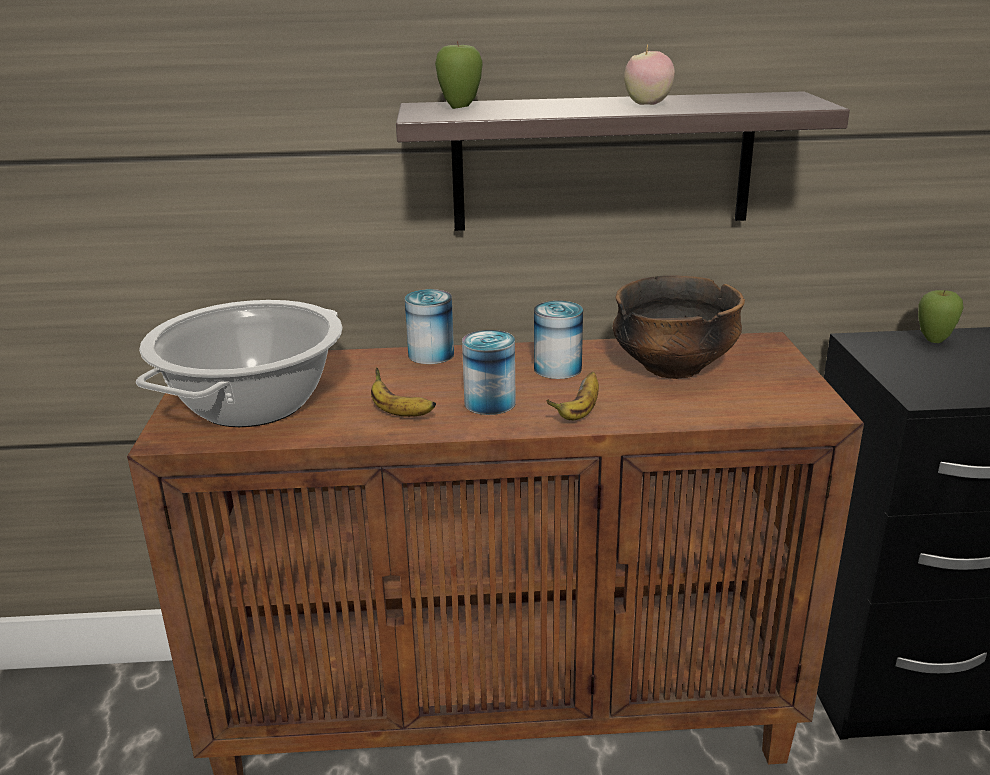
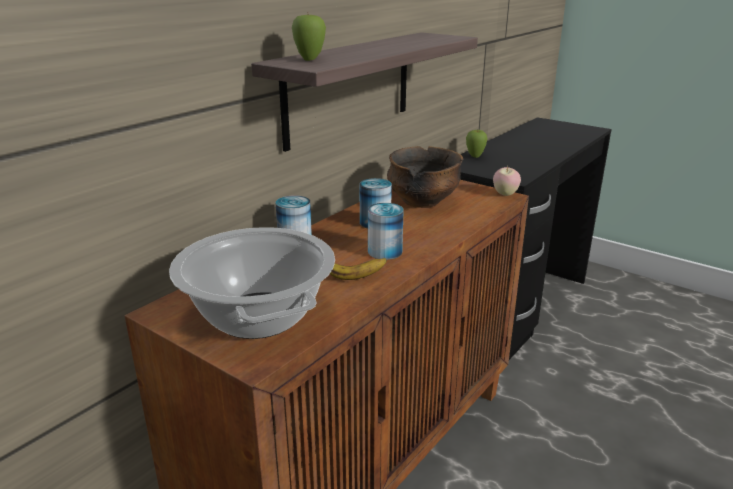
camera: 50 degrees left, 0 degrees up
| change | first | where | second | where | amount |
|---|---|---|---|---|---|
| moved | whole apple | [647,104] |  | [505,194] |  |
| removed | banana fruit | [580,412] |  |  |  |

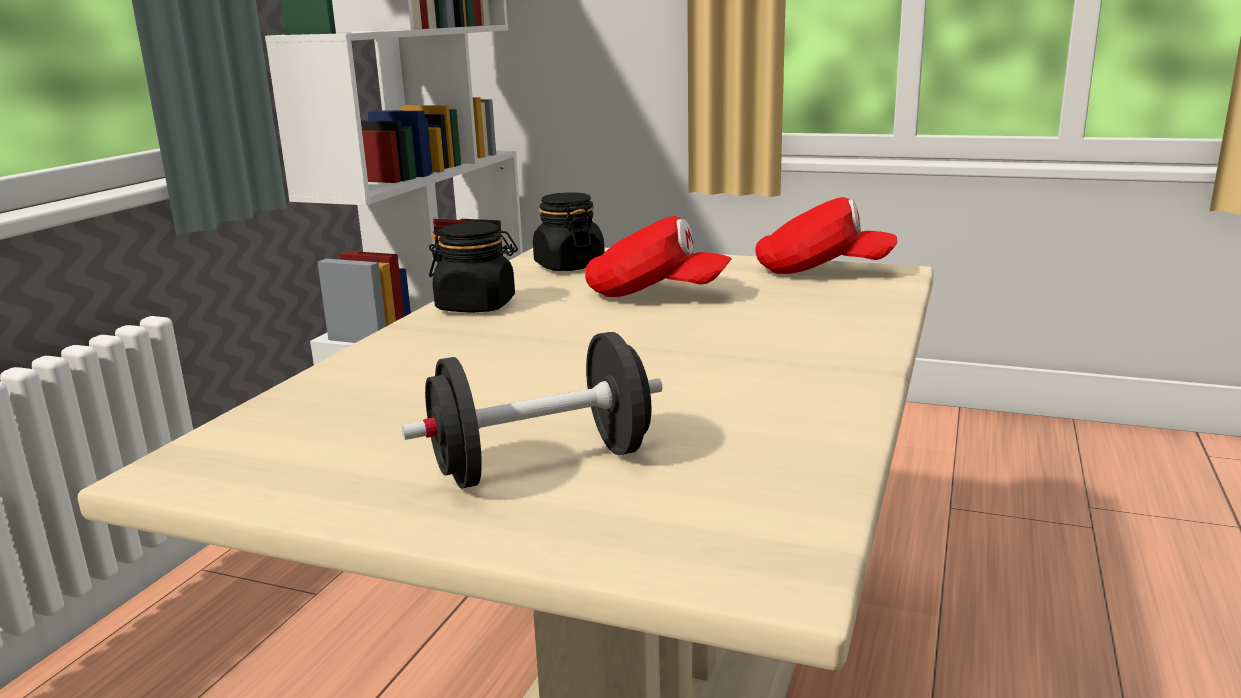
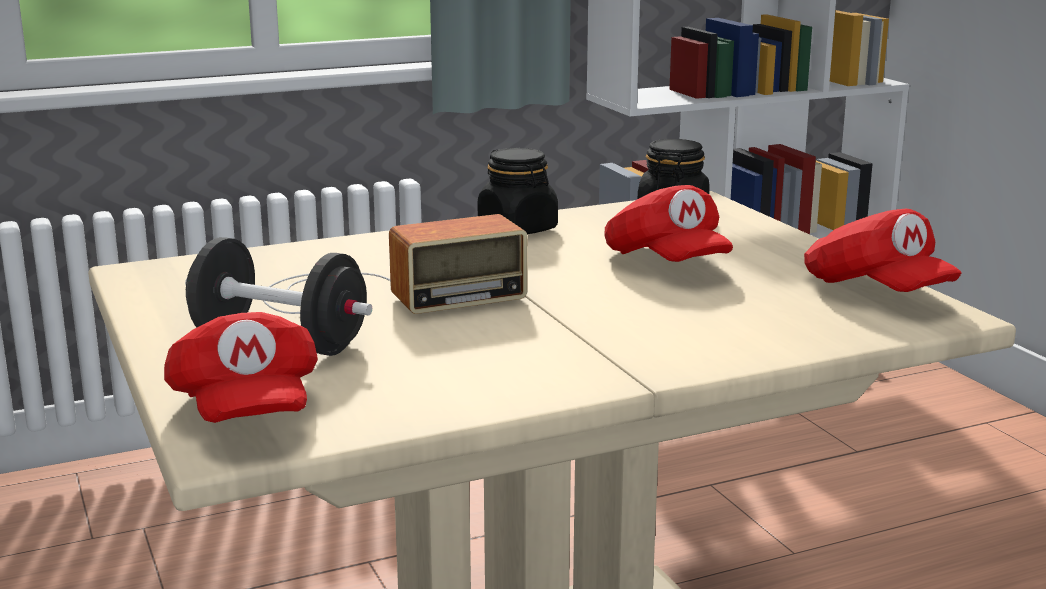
camera: 45 degrees right, 0 degrees up
| change | first | where | second | where | amount |
|---|---|---|---|---|---|
| added |  |  | radio receiver | [383,294] |  |
| added |  |  | red cap | [246,411] |  |

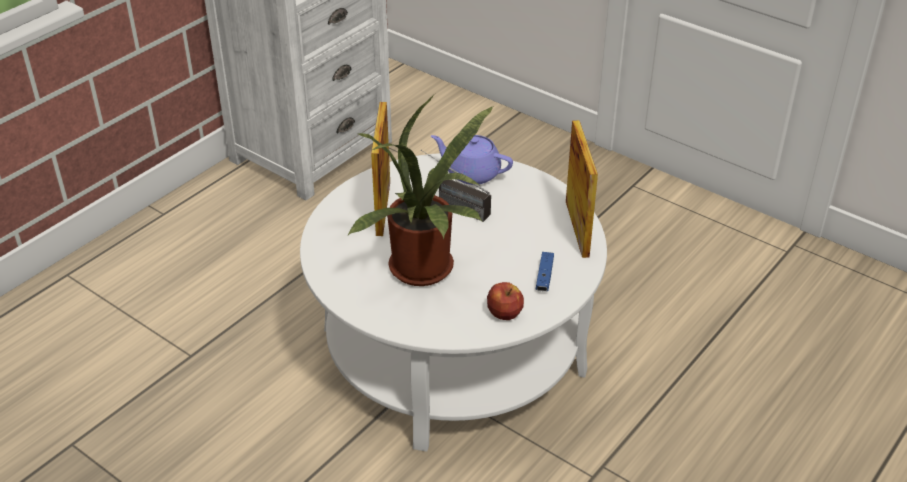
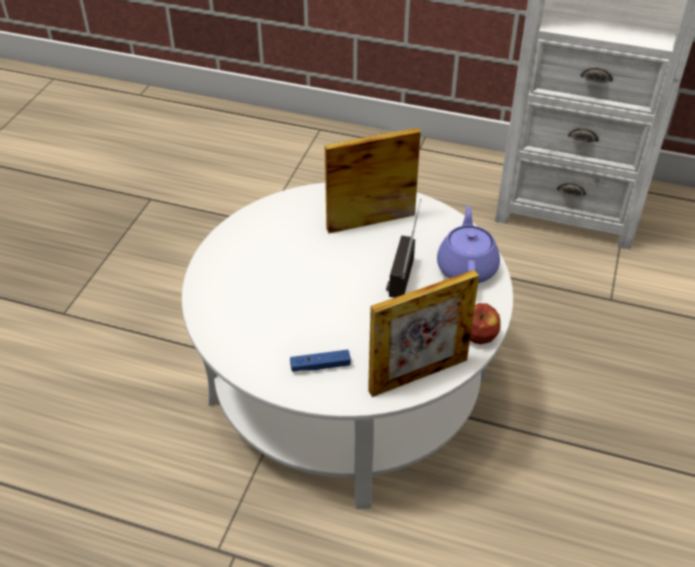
camera: 70 degrees right, 5 degrees up
| change | first | where | second | where | amount |
|---|---|---|---|---|---|
| removed | potted plant | [425,272] |  |  |  |
| moved | whole apple | [504,313] |  | [479,335] |  |

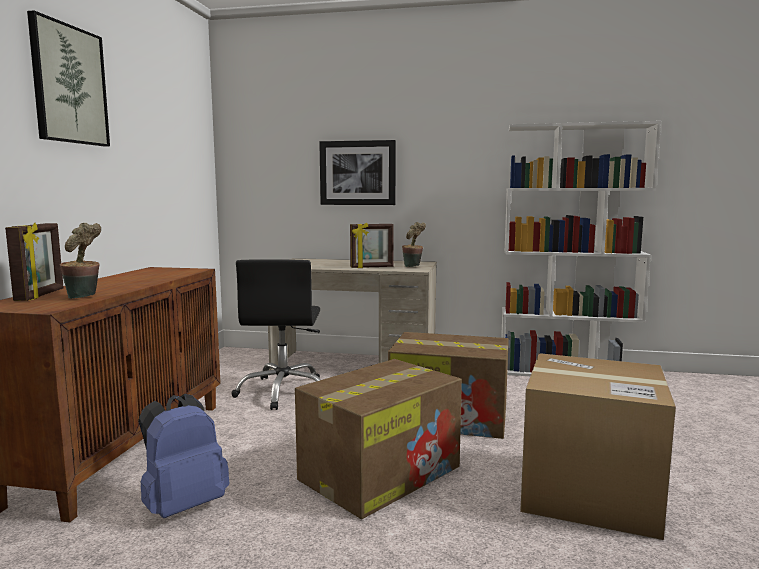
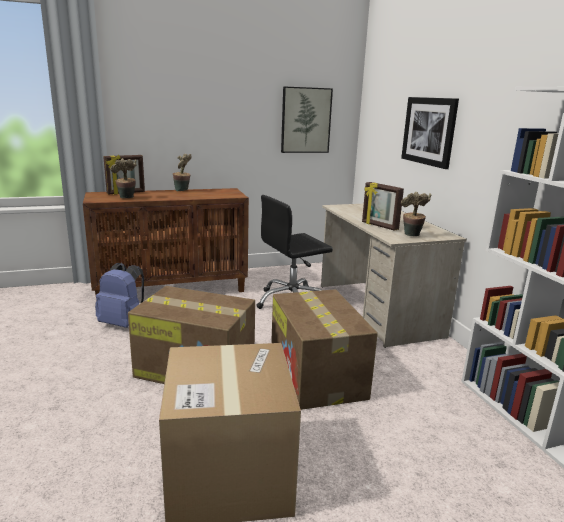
camera: 60 degrees right, 10 degrees up
| change | first | where | second | where | amount |
|---|---|---|---|---|---|
| moved | wall art | [69,85] |  | [305,120] |  |
| added |  |  | potted plant | [183,190] |  |

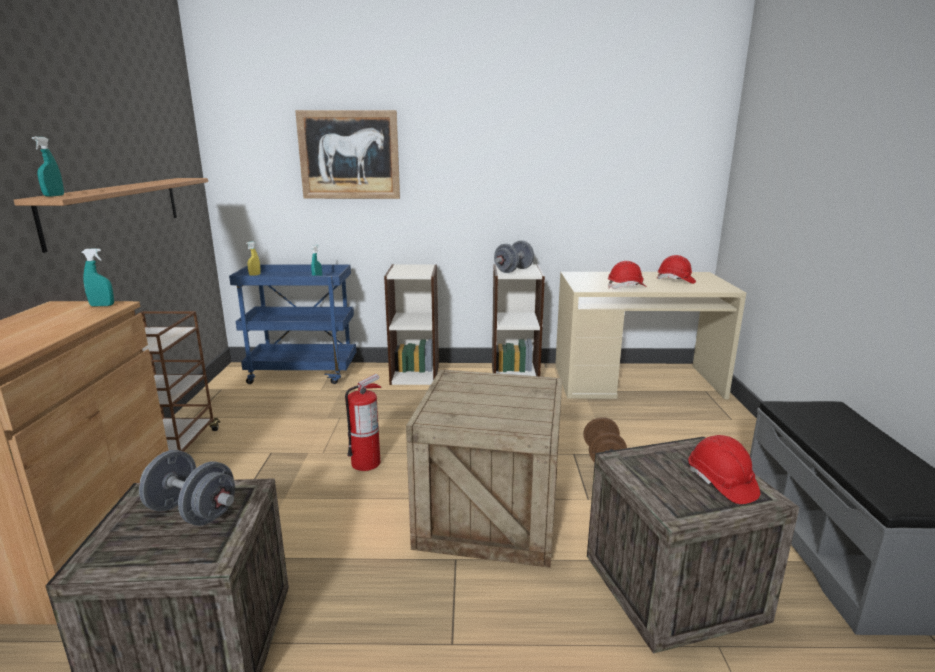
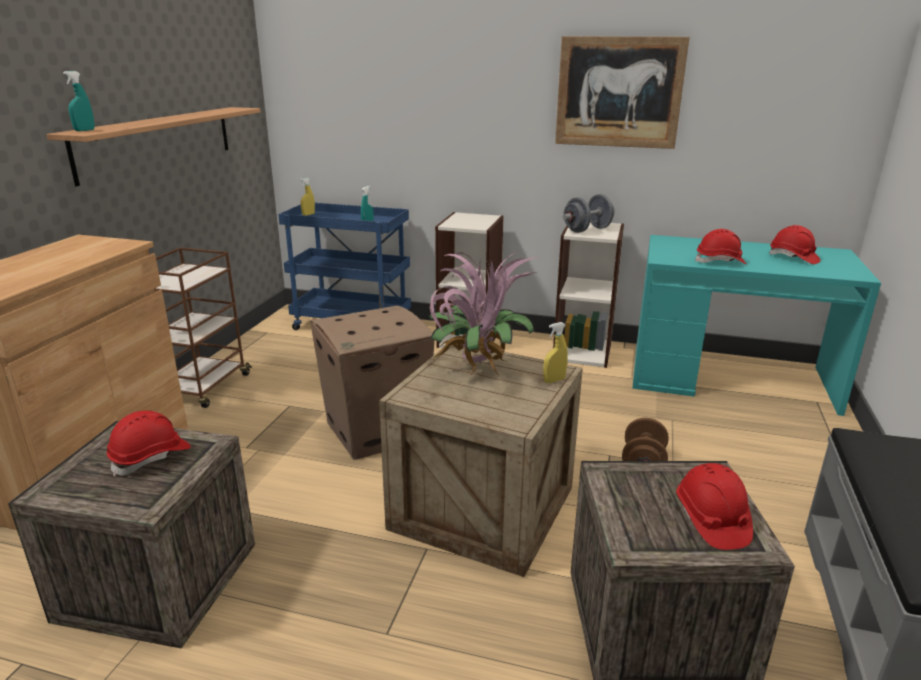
camera: 15 degrees right, 5 degrees up
| change | first | where | second | where | amount |
|---|---|---|---|---|---|
| moved | wall art | [349,155] |  | [618,92] |  |
| removed | blue-green spray bottle | [102,305] |  |  |  |
| recoloured | beige desk unit | [636,381] | blue-green desk unit | [729,377] |  |
| replaced | fire extinguisher | [366,463] | cardboard box | [377,431] |  |
| replaced | greyish free weight | [192,512] | red hard hat | [151,457] |  |
| added |  |  | potted plant | [476,371] |  |
| added |  |  | yellowish spray bottle | [554,380] |  |

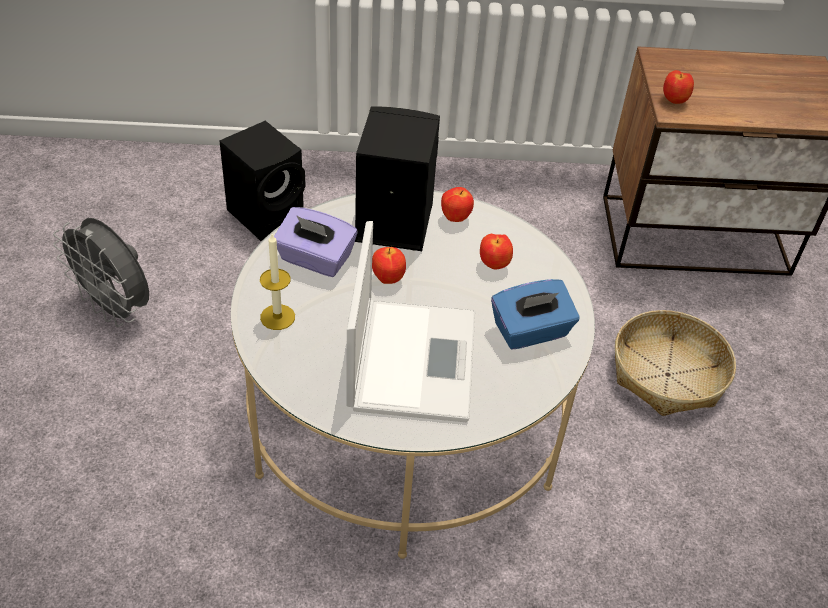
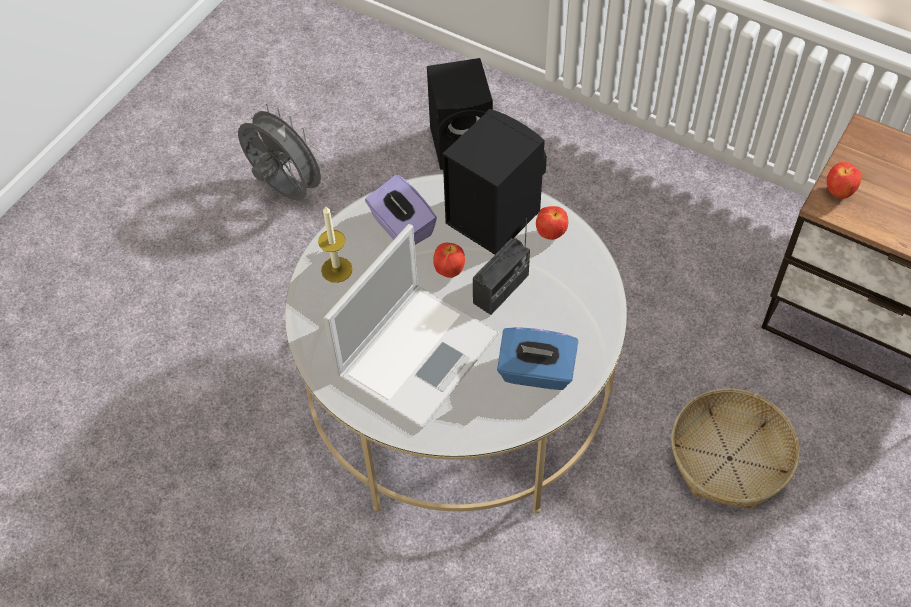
camera: 35 degrees right, 10 degrees up
| change | first | where | second | where | amount |
|---|---|---|---|---|---|
| turned | greyish electric fan | [116,309] |  | [285,190] | 150 degrees clockwise |
| removed | whole apple | [494,265] |  |  |  |
| added |  |  | radio receiver | [501,289] |  |

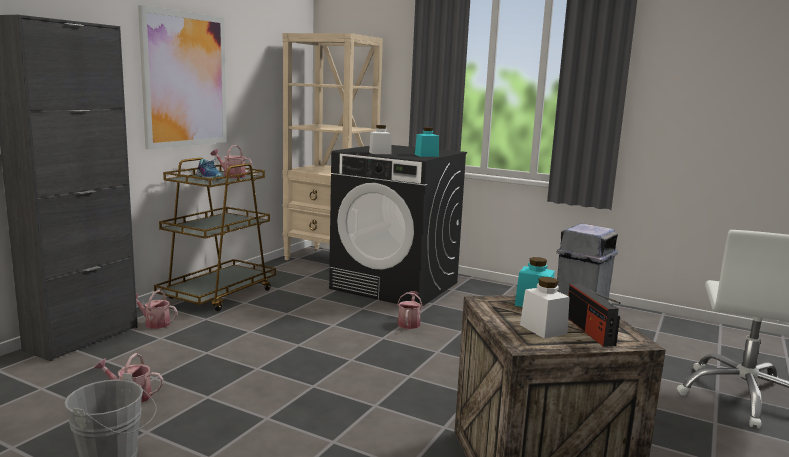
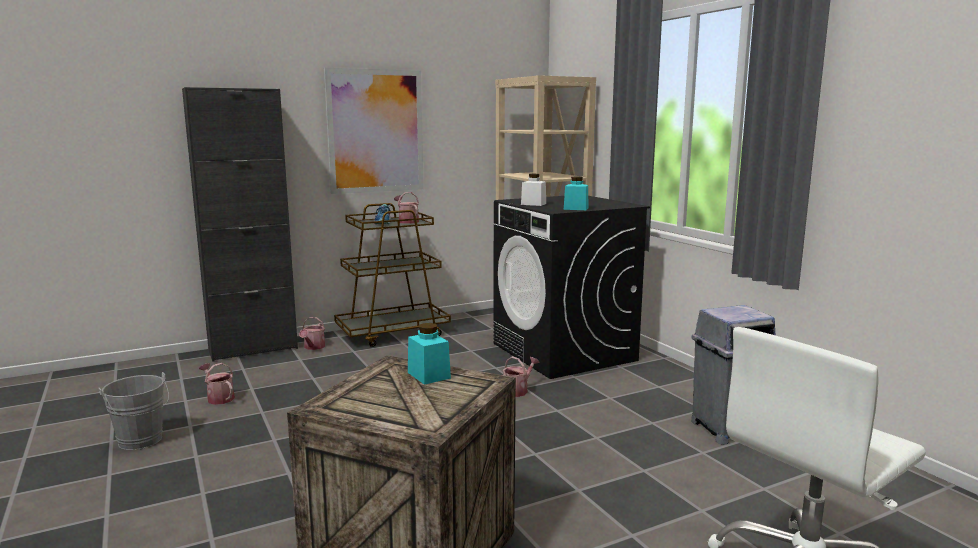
camera: 35 degrees right, 0 degrees up
| change | first | where | second | where | amount |
|---|---|---|---|---|---|
| removed | white-coloured storage jar | [543,329] |  |  |  |
| removed | radio receiver | [589,331] |  |  |  |
| turned | watering pot | [154,323] |  | [313,347] | 135 degrees counterclockwise |

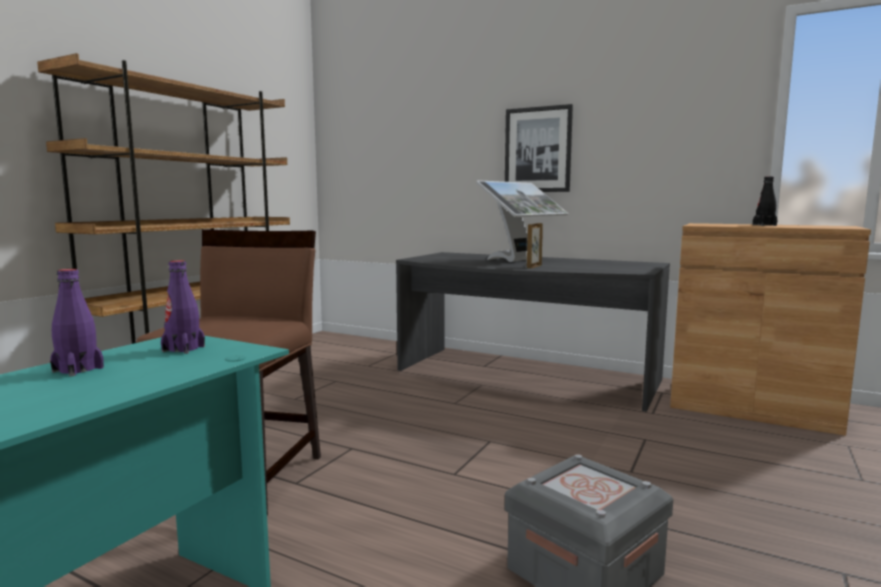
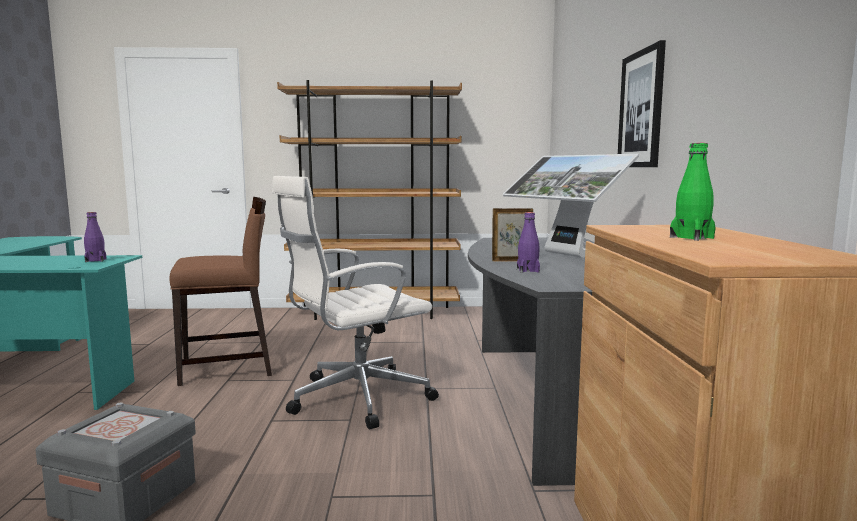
camera: 60 degrees right, 0 degrees up
| change | first | where | second | where | amount |
|---|---|---|---|---|---|
| recoloured | blackish beverage bottle | [764,225] | green-coloured beverage bottle | [691,238] |  |
| turned | computer screen | [520,260] |  | [565,254] | 45 degrees clockwise |
| moved | purple-coloured beverage bottle | [78,370] |  | [528,270] |  |
| added |  |  | white-coloured desk chair | [355,398] |  |

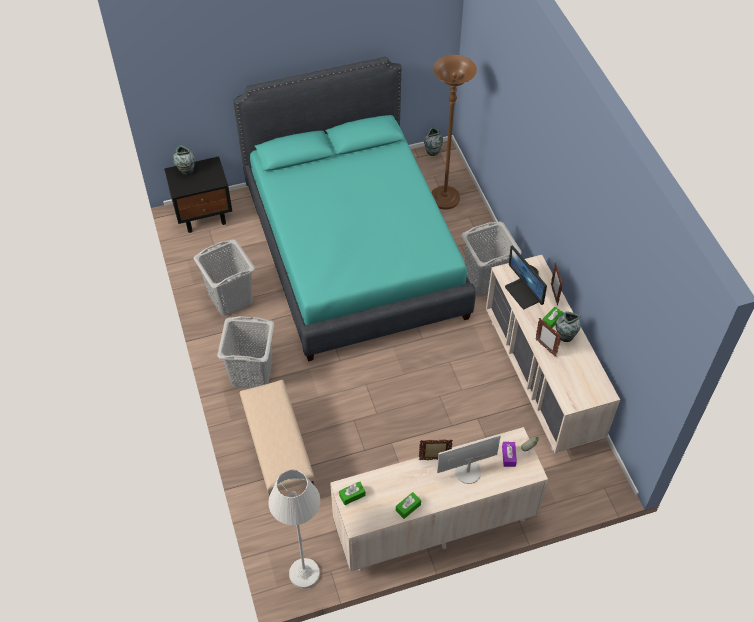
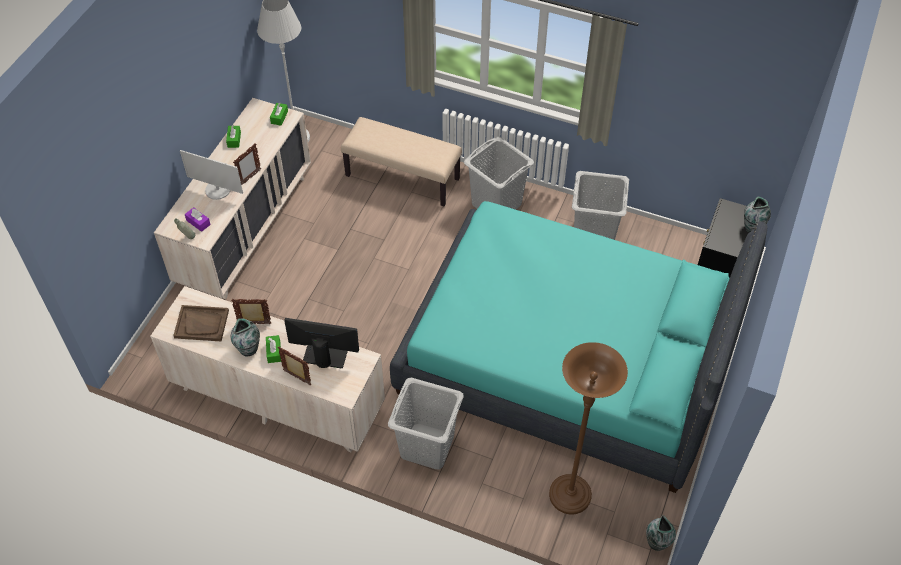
camera: 130 degrees right, 0 degrees up
| change | first | where | second | where | amount |
|---|---|---|---|---|---|
| turned | computer screen | [467,471] |  | [218,190] | 90 degrees clockwise |
| added |  |  | brown-coloured tray | [202,324] |  |

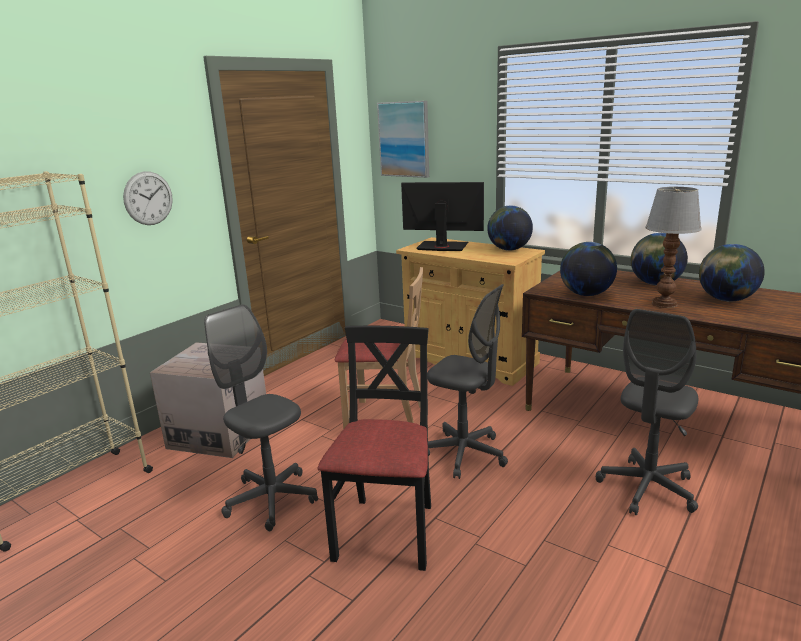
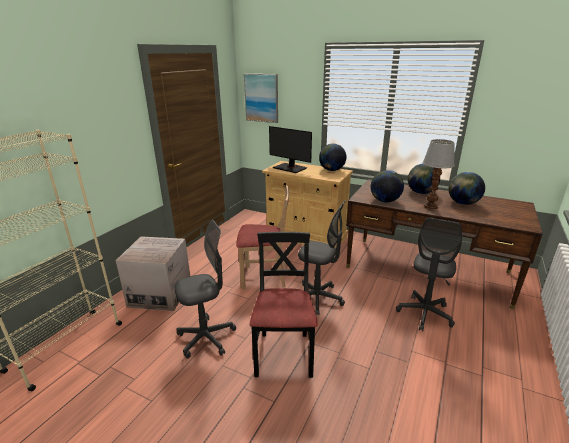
camera: 10 degrees left, 5 degrees up
| change | first | where | second | where | amount |
|---|---|---|---|---|---|
| removed | hanging clock | [148,198] |  |  |  |
| turned | computer screen | [442,247] |  | [290,168] | 150 degrees counterclockwise |
| turned | greyish desk chair | [271,500] |  | [206,338] | 120 degrees clockwise |

